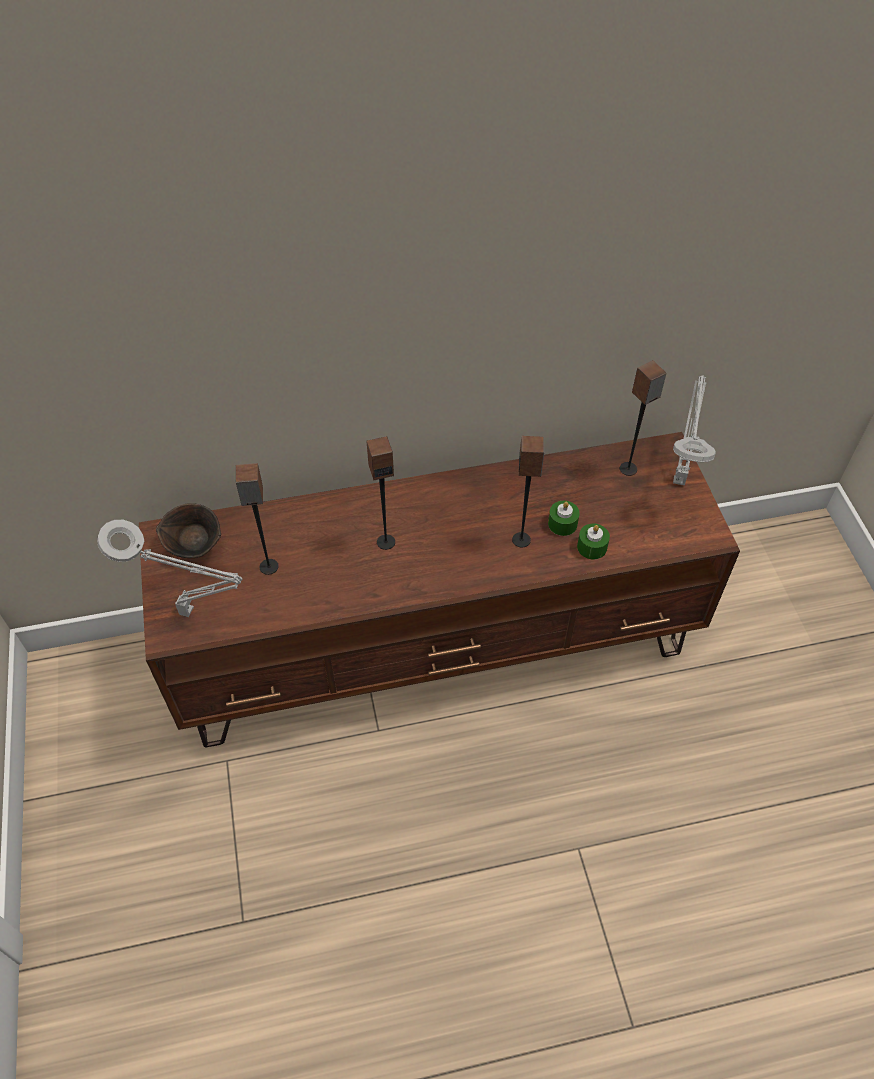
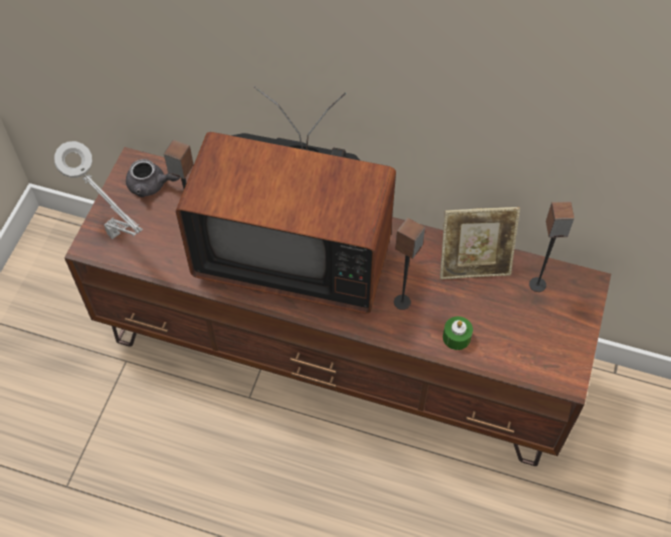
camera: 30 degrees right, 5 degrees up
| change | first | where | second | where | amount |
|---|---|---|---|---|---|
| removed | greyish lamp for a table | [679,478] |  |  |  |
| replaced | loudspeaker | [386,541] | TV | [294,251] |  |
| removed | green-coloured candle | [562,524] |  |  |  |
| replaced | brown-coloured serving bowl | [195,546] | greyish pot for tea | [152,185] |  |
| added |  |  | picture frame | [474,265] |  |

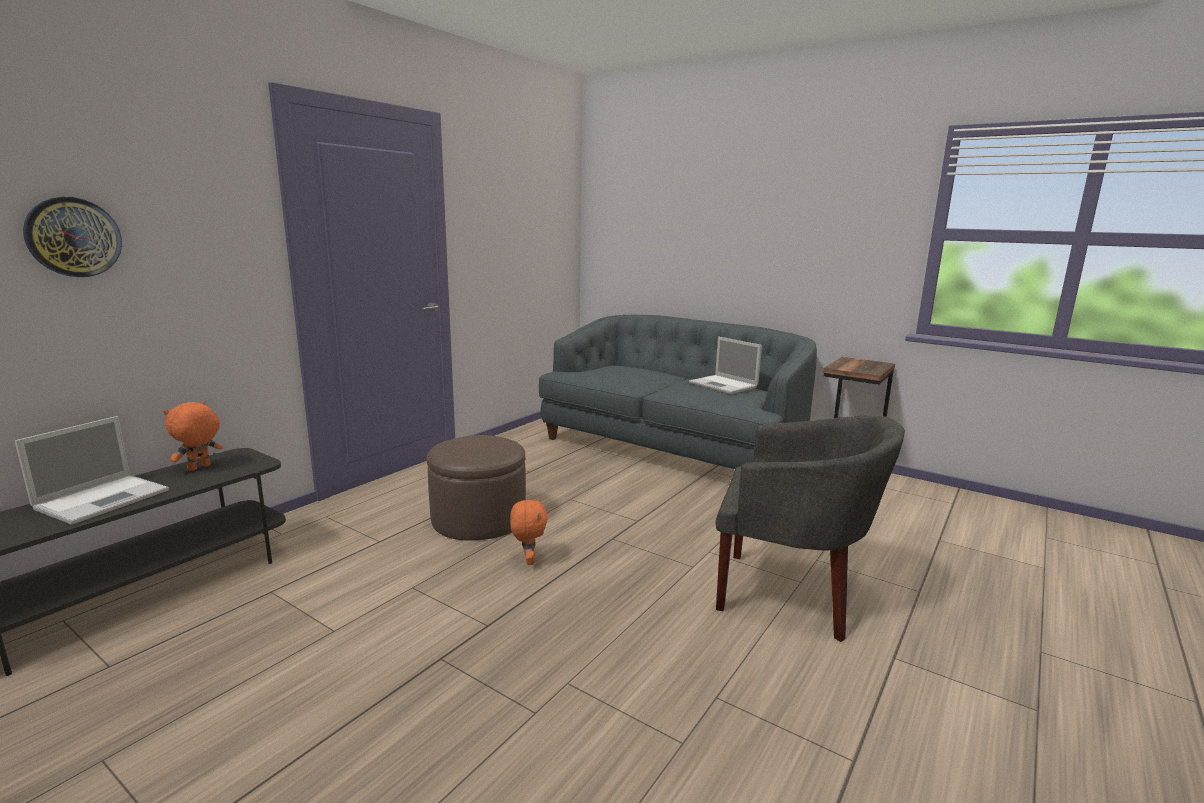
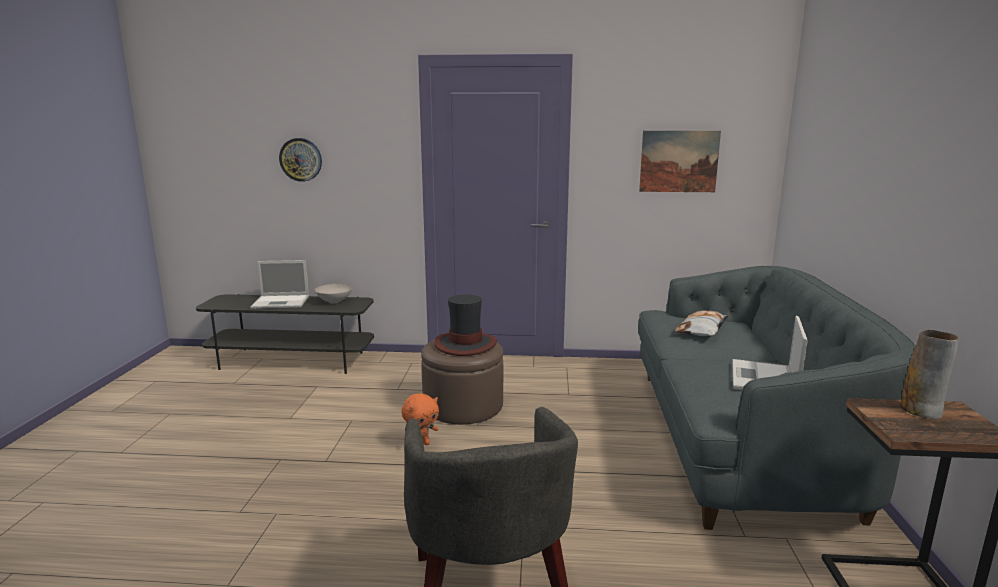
camera: 60 degrees right, 0 degrees up
| change | first | where | second | where | amount |
|---|---|---|---|---|---|
| replaced | orangey plush toy | [199,468] | white-coloured serving bowl | [334,301] |  |
| added |  |  | wall art | [679,161] |  |
| added |  |  | hat | [465,344] |  |
| added |  |  | throw pillow | [702,329] |  |
| added |  |  | decorative vase | [921,411] |  |

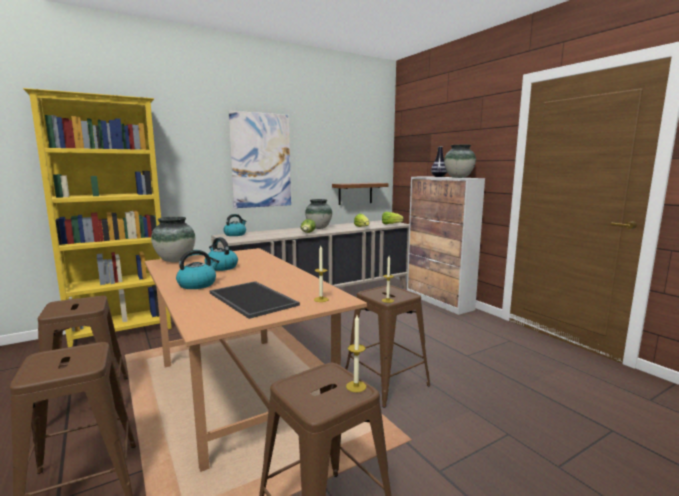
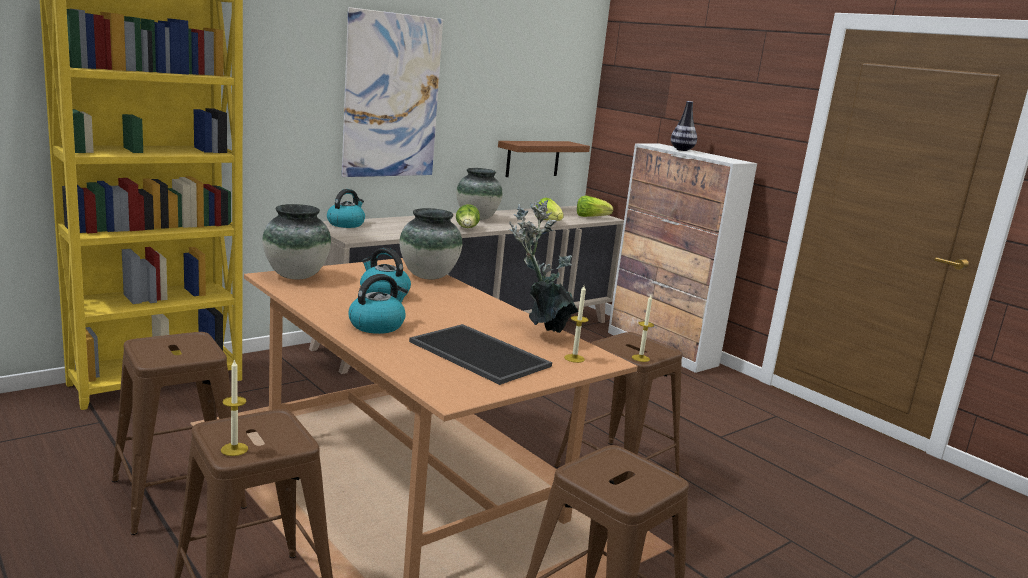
camera: 10 degrees left, 5 degrees up
| change | first | where | second | where | amount |
|---|---|---|---|---|---|
| moved | decorative vase | [458,177] |  | [428,276] |  |
| moved | candle | [356,386] |  | [234,449] |  |
| added |  |  | potted plant | [541,330] |  |

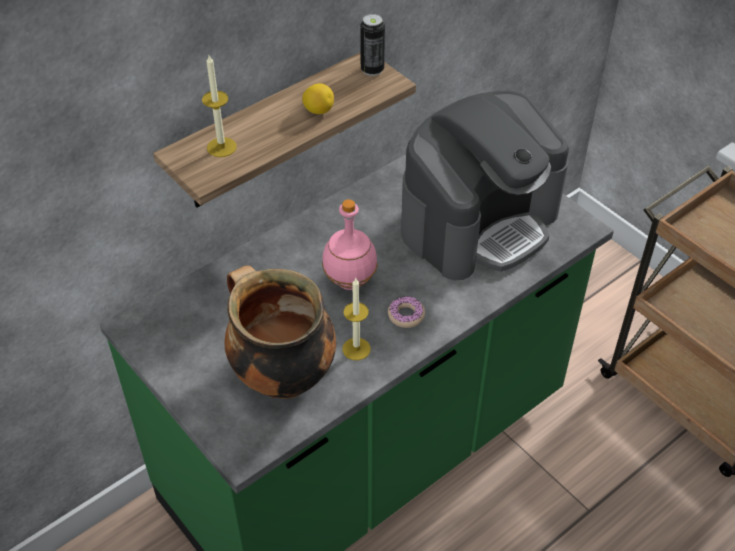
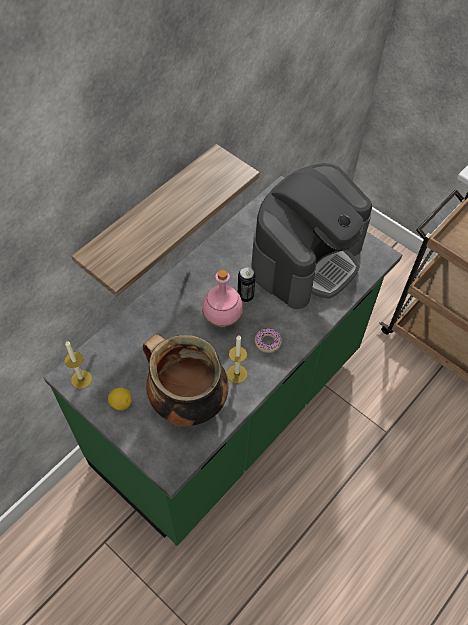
camera: 10 degrees left, 10 degrees up
| change | first | where | second | where | amount |
|---|---|---|---|---|---|
| moved | sealed can | [372,70] |  | [245,296] |  |
| moved | candle | [221,147] |  | [81,379] |  |
| moved | citrus fruit | [318,110] |  | [121,403] |  |

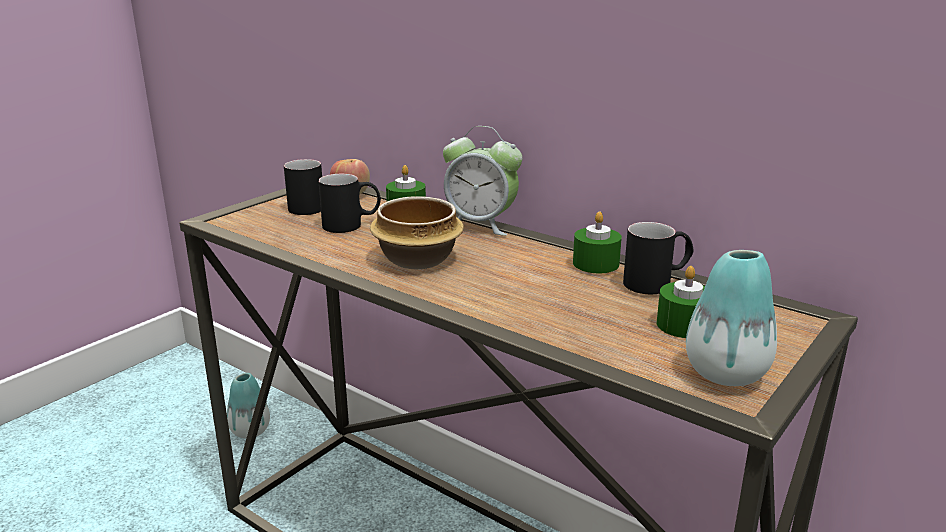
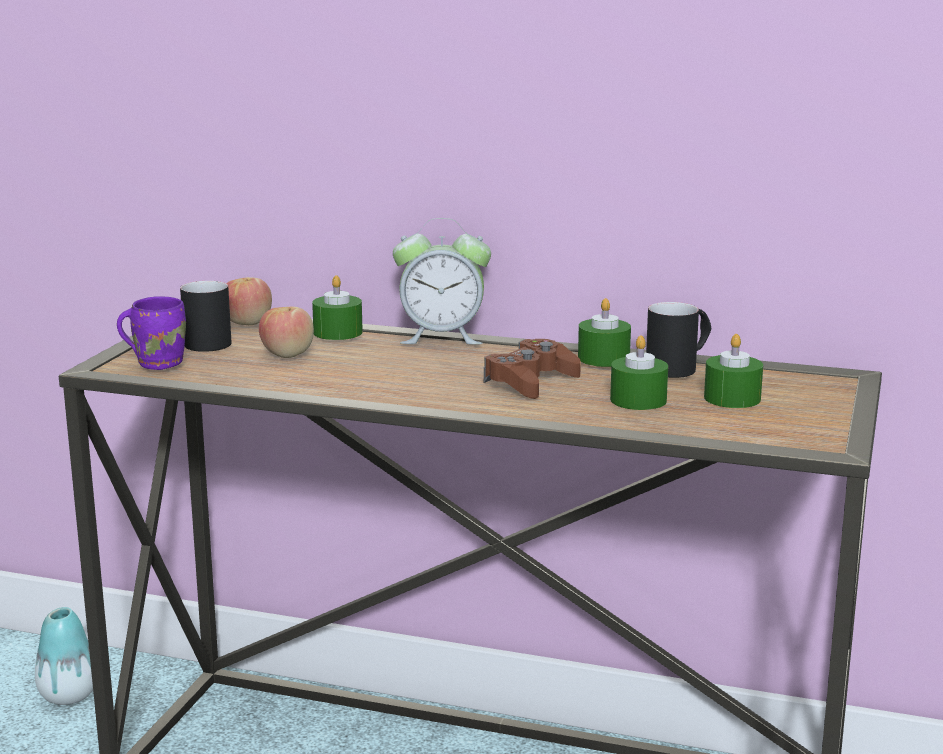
camera: 20 degrees left, 5 degrees down
| change | first | where | second | where | amount |
|---|---|---|---|---|---|
| replaced | blackish coffee mug | [352,225] | whole apple | [287,354] |  |
| removed | serving bowl | [418,259] |  |  |  |
| removed | decorative vase | [726,373] |  |  |  |
| added |  |  | purple-coloured coffee mug | [158,363] |  |
| added |  |  | green-coloured candle | [638,400] |  |
| added |  |  | brown-coloured game controller | [531,381] |  |

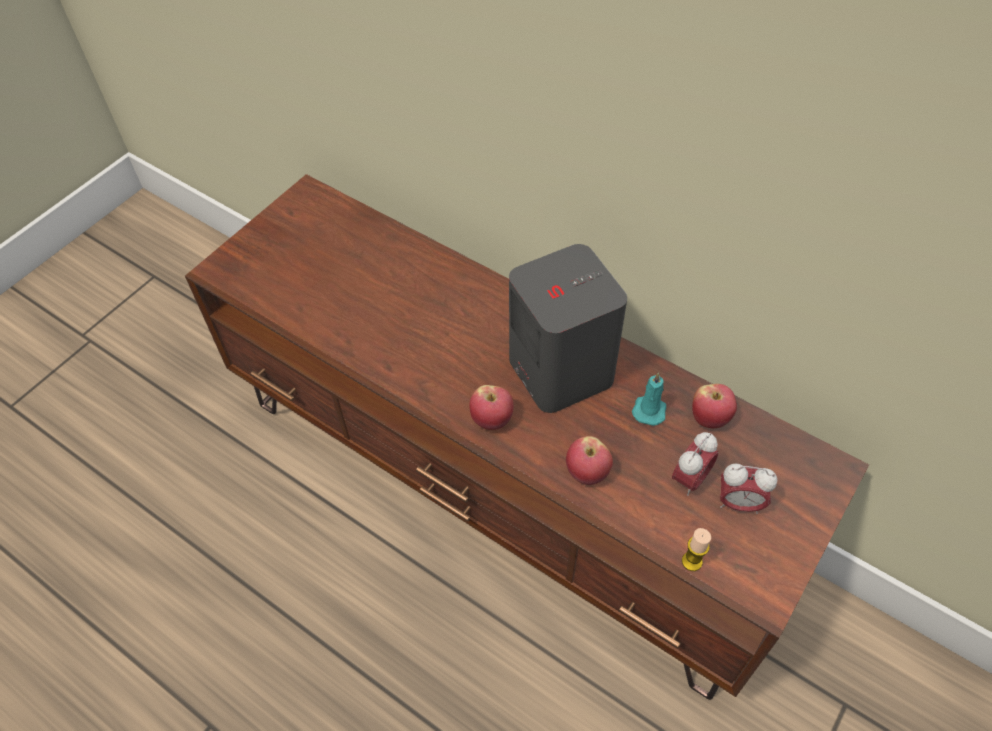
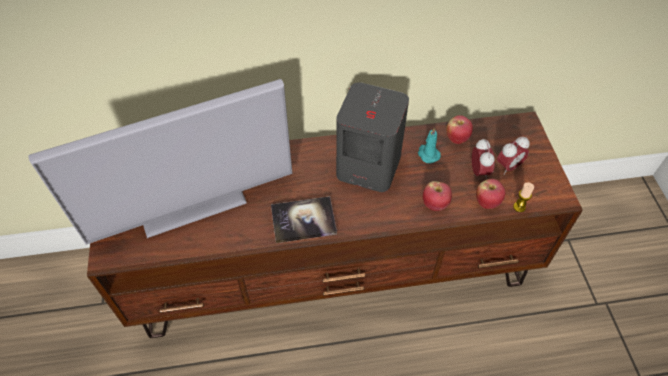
camera: 45 degrees left, 0 degrees up
| change | first | where | second | where | amount |
|---|---|---|---|---|---|
| moved | whole apple | [492,420] |  | [487,202] |  |
| added |  |  | TV | [193,206] |  |
| added |  |  | volume | [303,220] |  |

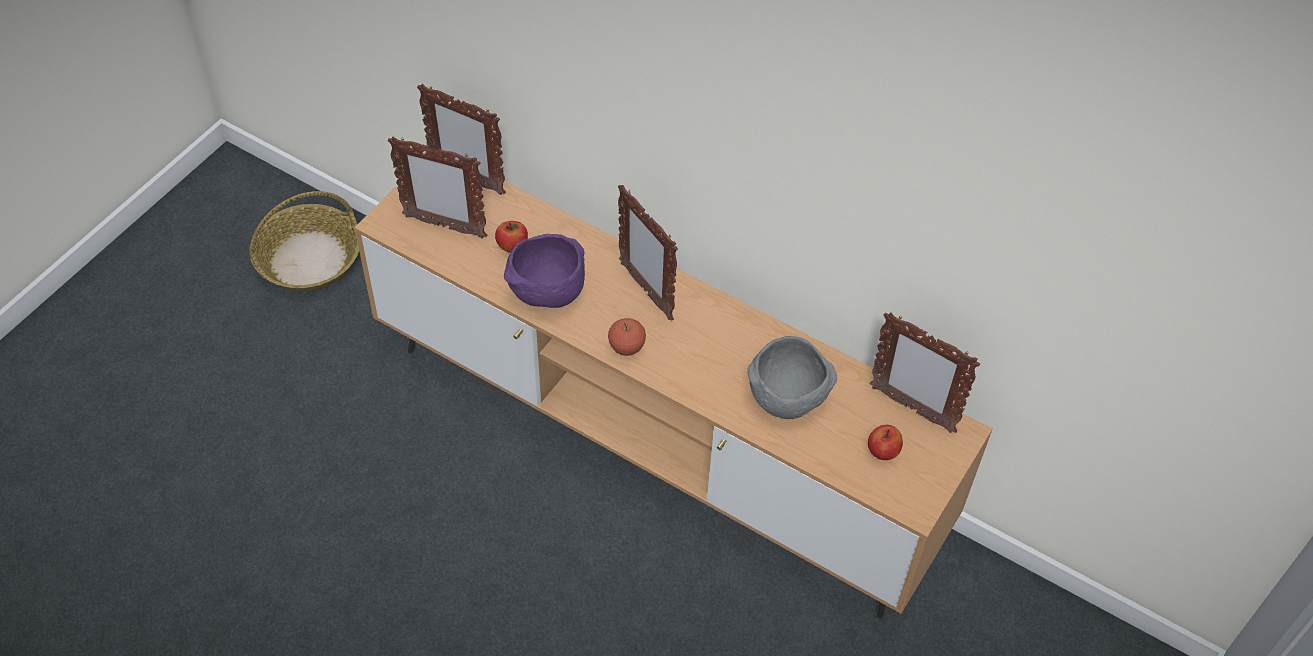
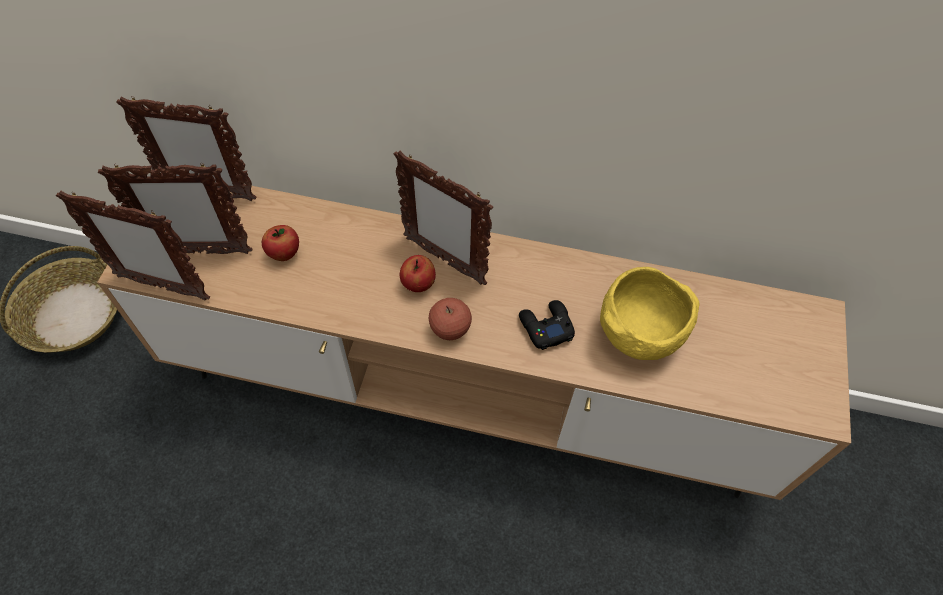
camera: 20 degrees left, 5 degrees up
| change | first | where | second | where | amount |
|---|---|---|---|---|---|
| removed | purple-coloured serving bowl | [546,294] |  |  |  |
| moved | picture frame | [911,409] |  | [162,287] |  |
| recoloured | greyish serving bowl | [788,398] | yellowish serving bowl | [639,333] |  |
| moved | whole apple | [882,452] |  | [418,284] |  |
| added |  |  | blackish game controller | [545,327] |  |

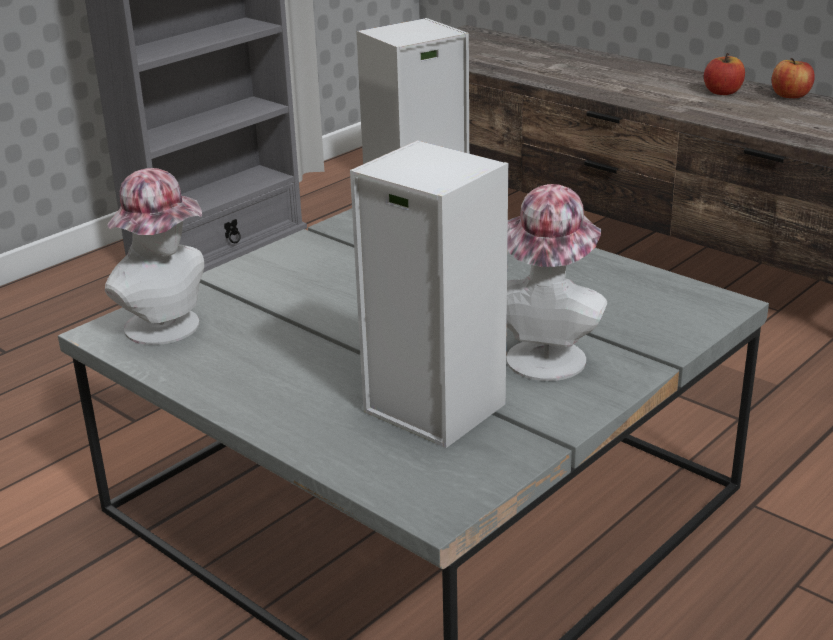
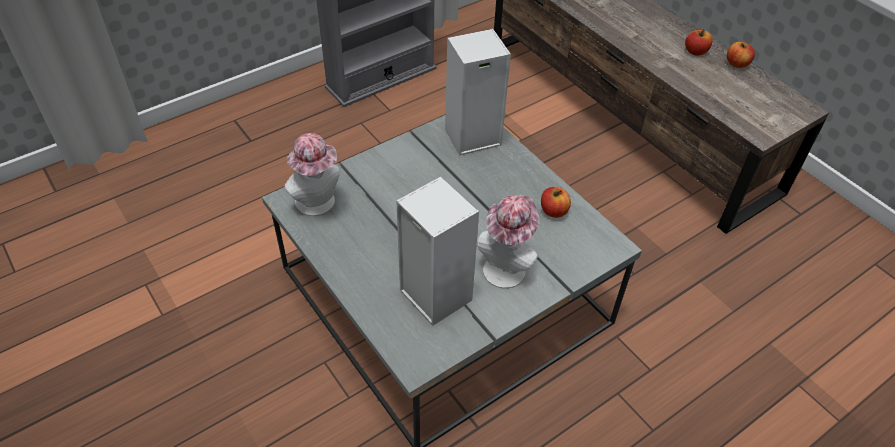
camera: 10 degrees right, 20 degrees up
| change | first | where | second | where | amount |
|---|---|---|---|---|---|
| added |  |  | whole apple | [553,211] |  |

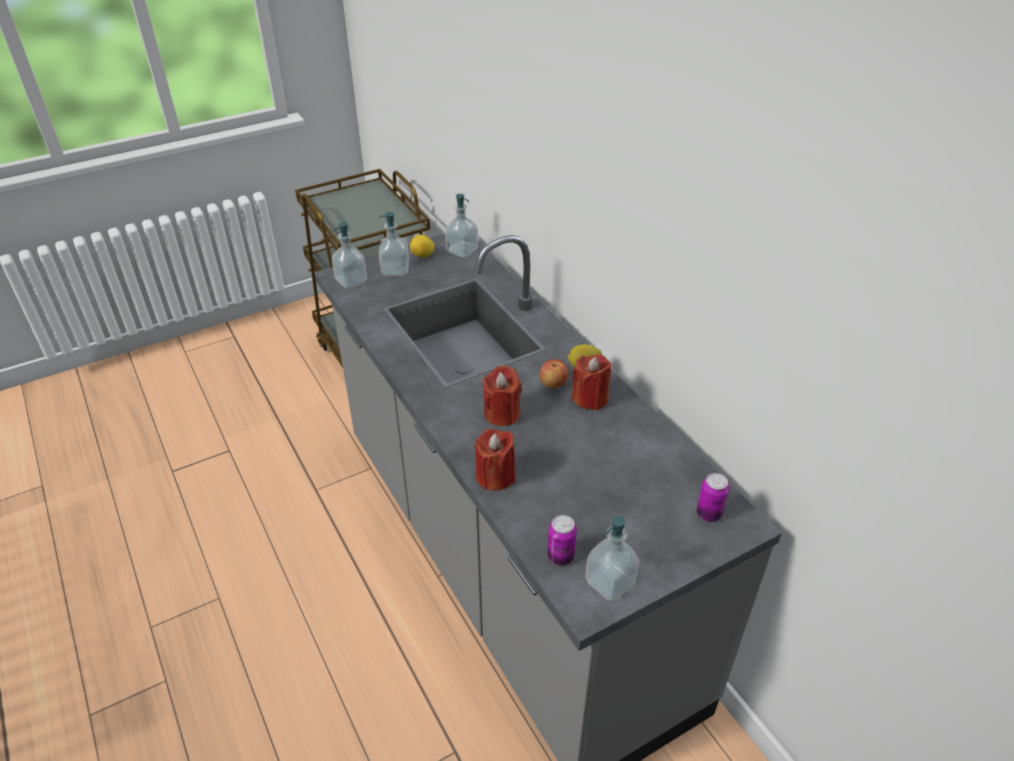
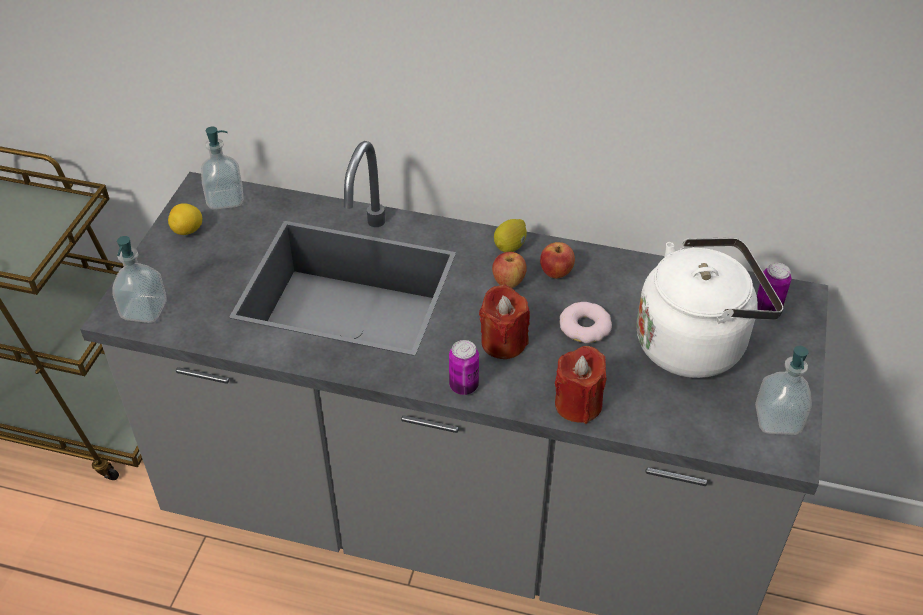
camera: 45 degrees left, 5 degrees up
| change | first | where | second | where | amount |
|---|---|---|---|---|---|
| removed | soap dispenser | [395,270] |  |  |  |
| replaced | red candle | [590,398] | whole apple | [556,273] |  |
| moved | sealed can | [560,556] |  | [463,386] |  |
| added |  |  | white-coloured tea kettle | [696,342] |  |
| added |  |  | donut | [585,327] |  |

